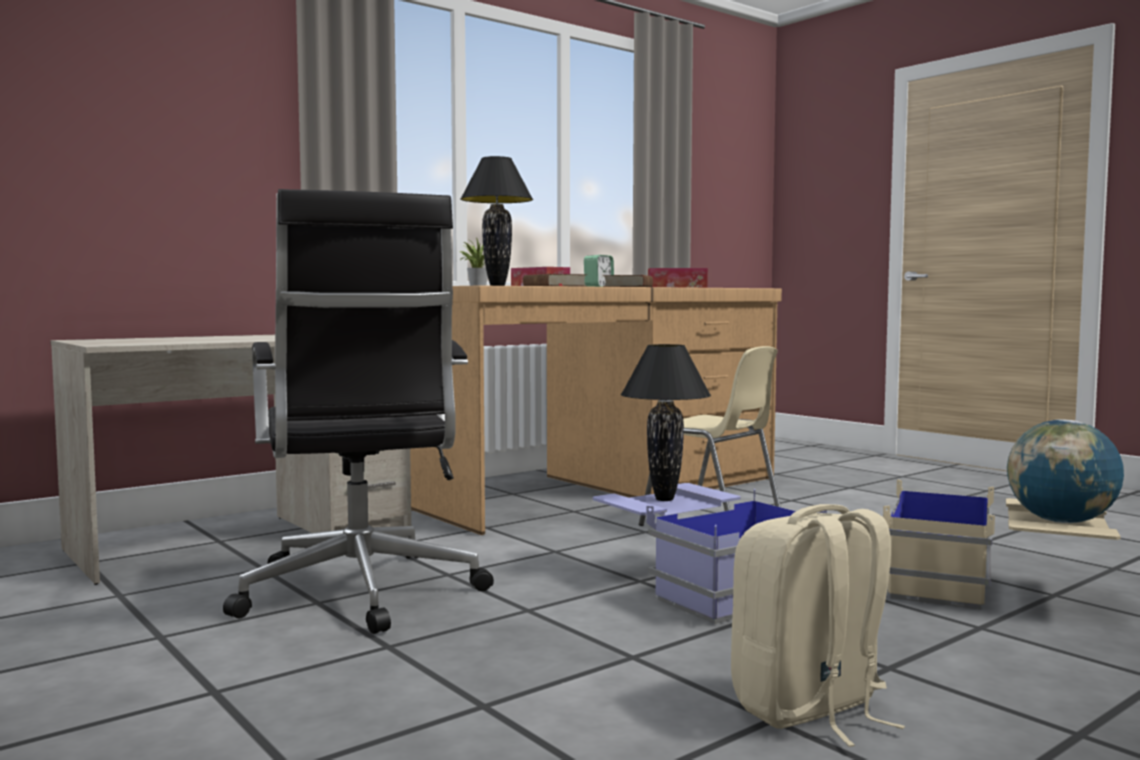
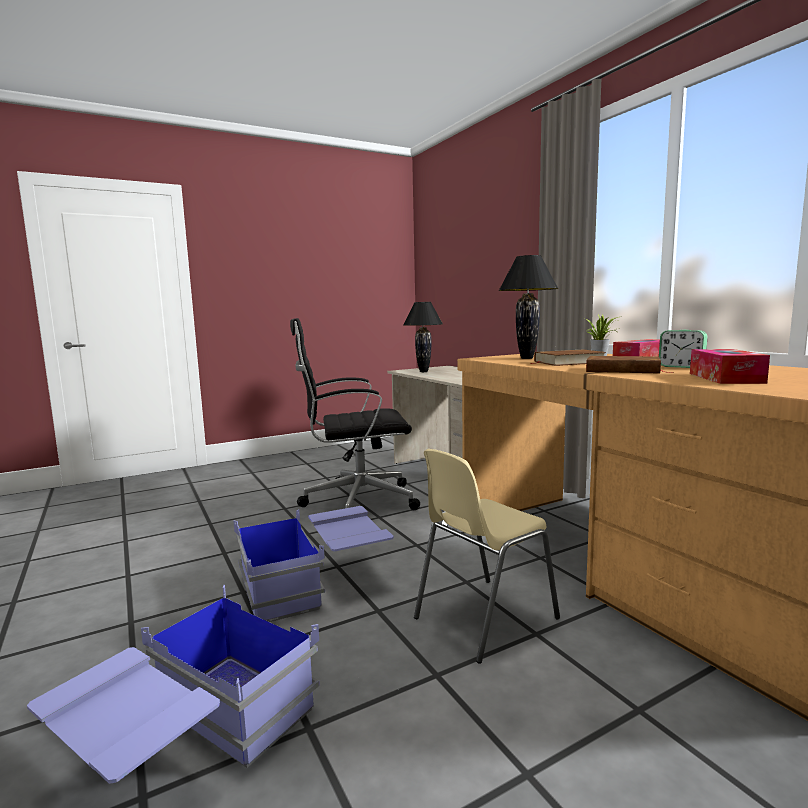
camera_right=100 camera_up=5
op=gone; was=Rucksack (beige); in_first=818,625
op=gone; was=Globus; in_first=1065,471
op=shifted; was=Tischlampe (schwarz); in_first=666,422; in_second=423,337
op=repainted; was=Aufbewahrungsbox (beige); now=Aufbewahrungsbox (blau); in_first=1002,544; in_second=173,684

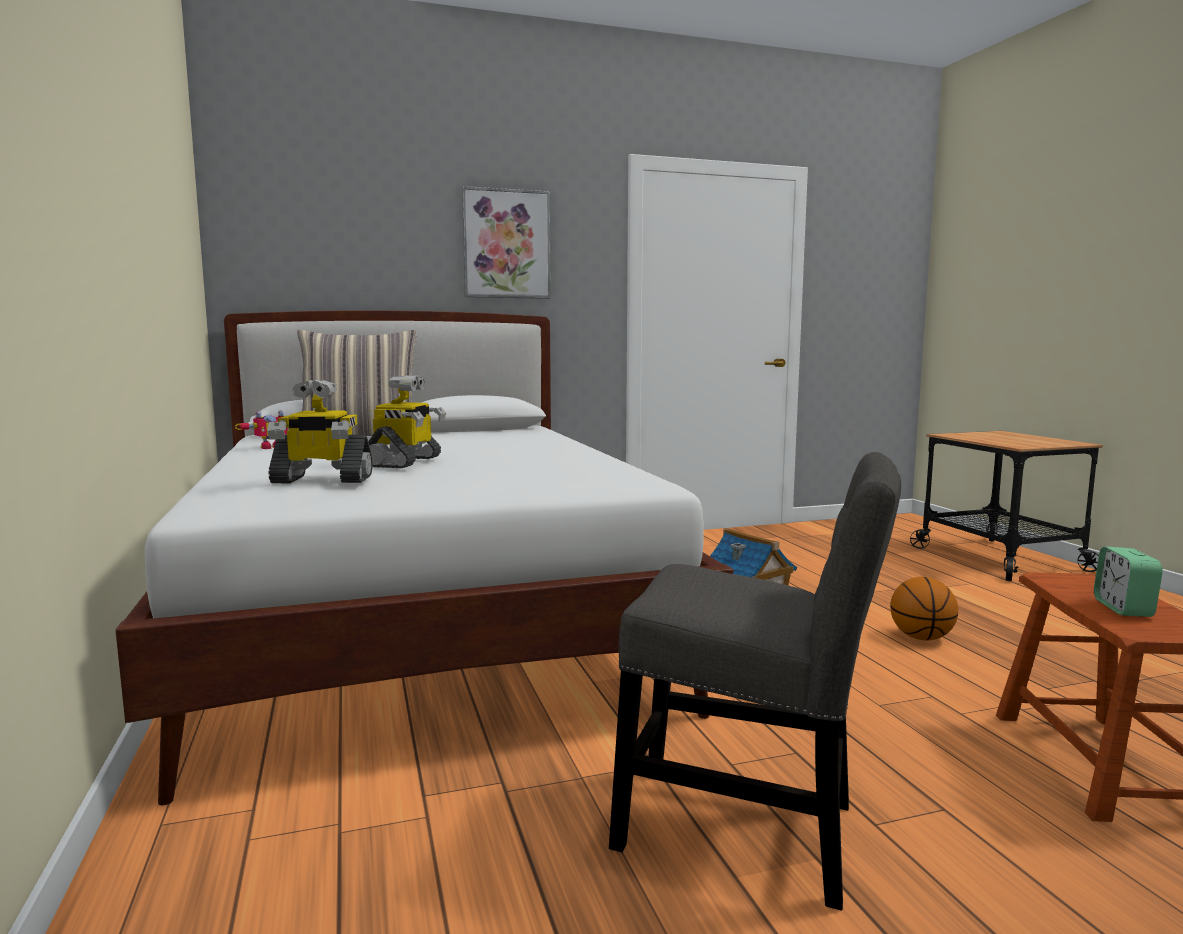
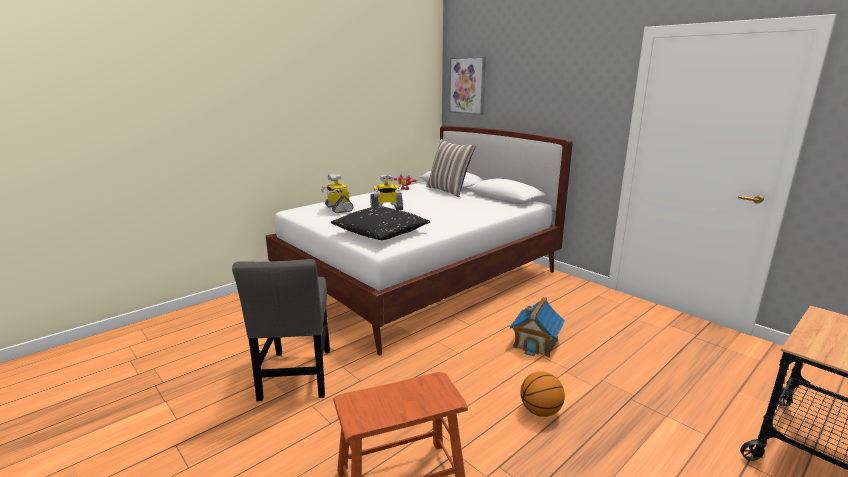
camera_right=65 camera_up=10
op=gone; was=Wecker; in_first=1128,582
op=new; now=Kissen (schwarz); in_second=380,223
op=shifted; was=Bild; in_first=506,242; in_second=467,86

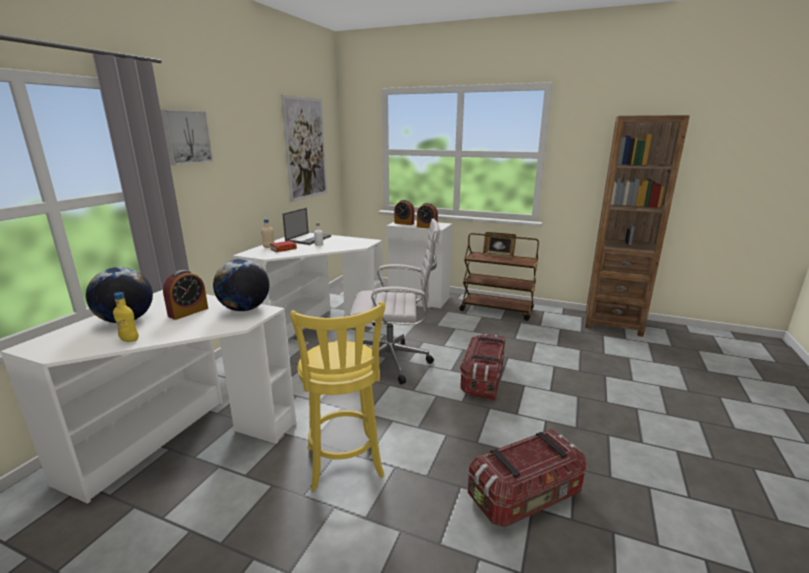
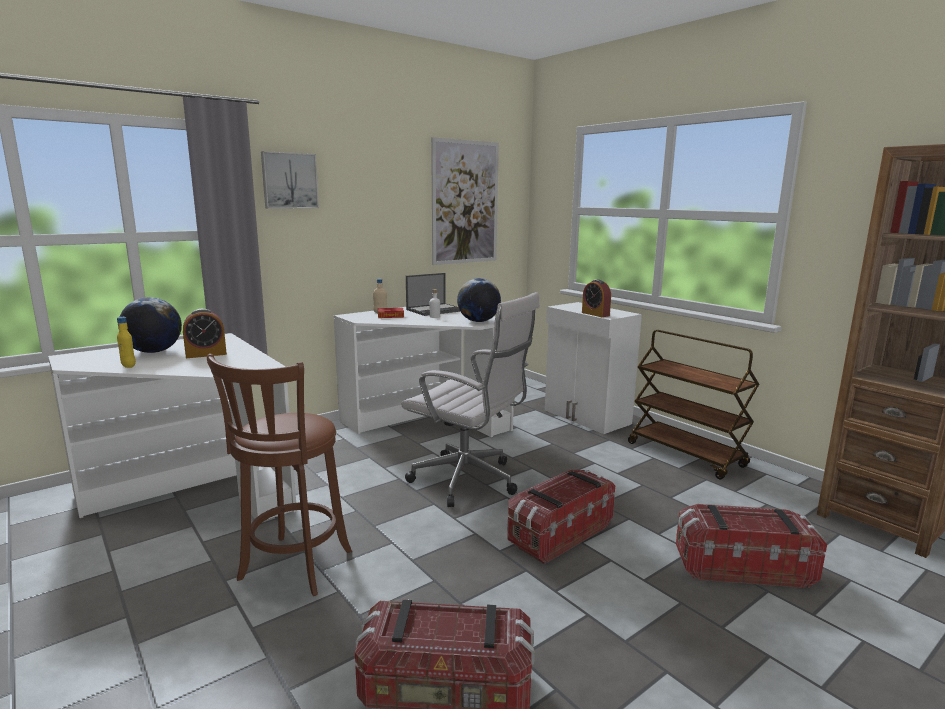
camera_right=30 camera_up=-5
op=gone; was=Wecker; in_first=404,212
op=gone; was=Bilderrahmen; in_first=499,245
op=new; now=Aufbewahrungsbox; in_second=751,546
op=shifted; was=Globus; in_first=241,285; in_second=479,300
op=repainted; was=Hocker (gelb); now=Hocker (braun); in_first=337,397; in_second=279,475

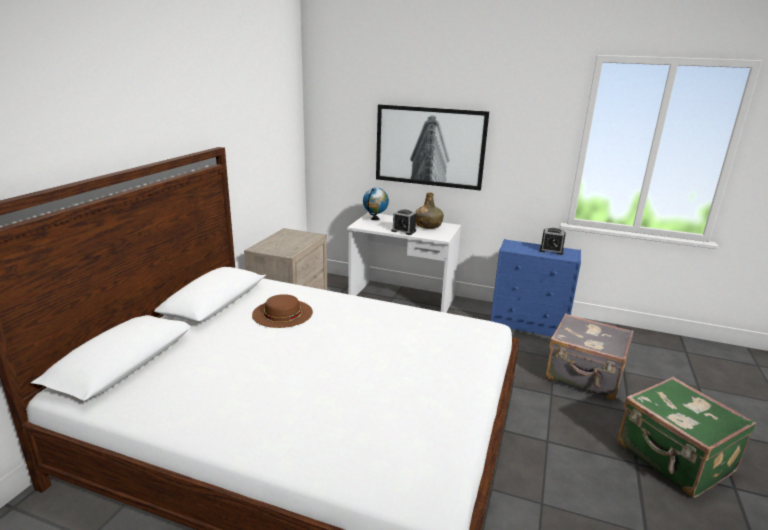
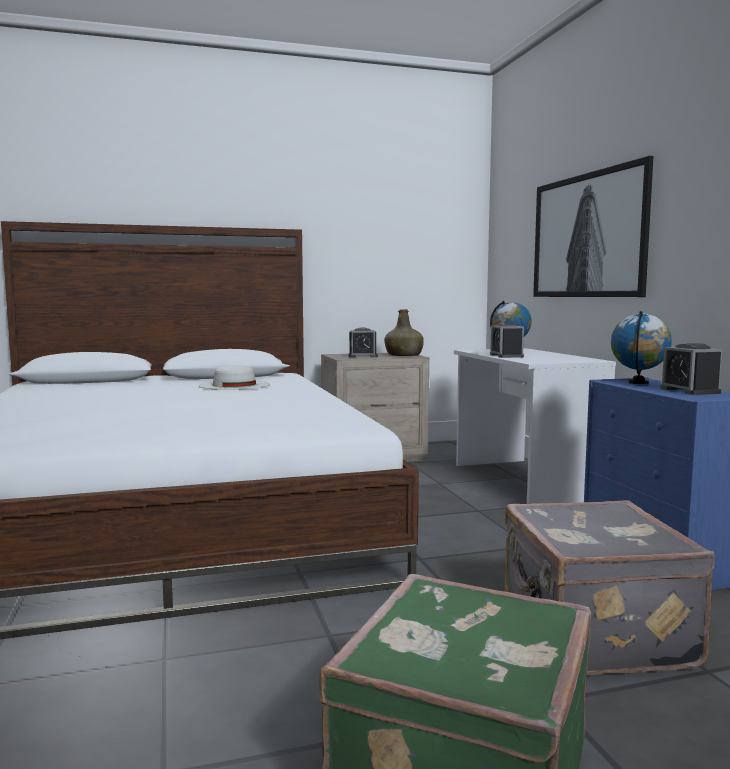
camera_right=55 camera_up=-15
op=new; now=Wecker; in_second=363,342
op=new; now=Globus; in_second=641,347
op=shifted; was=Flasche (grün); in_first=429,211; in_second=404,332
op=repainted; was=Hut (braun); now=Hut (weiß); in_first=282,311; in_second=234,377

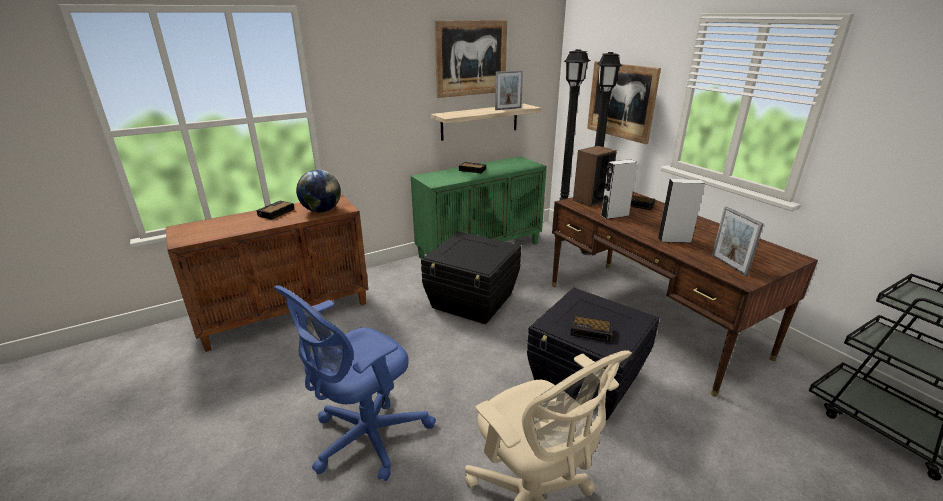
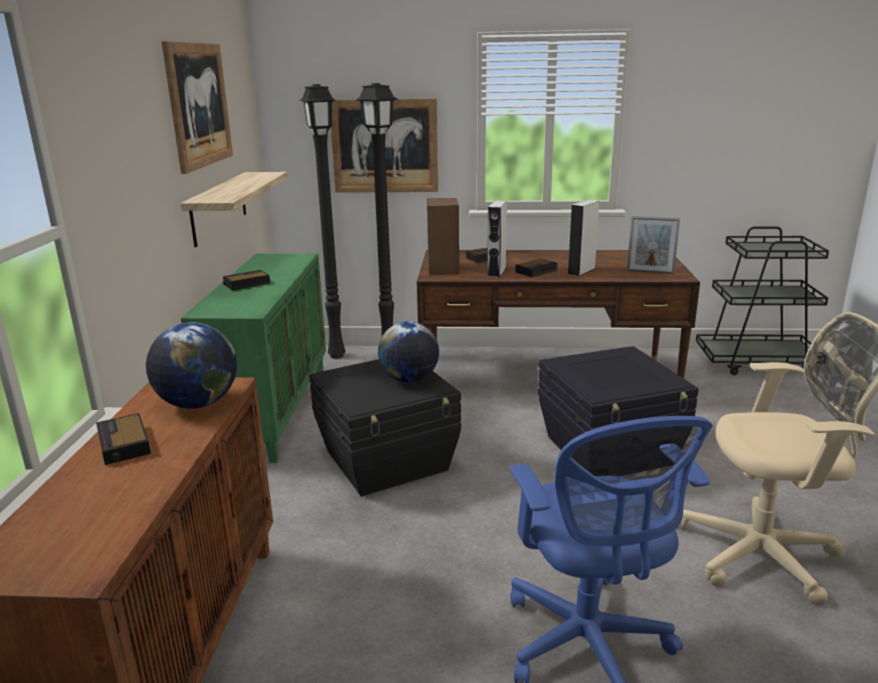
camera_right=-55 camera_up=-5
op=gone; was=Bilderrahmen; in_first=509,90
op=new; now=Globus; in_second=408,352
op=shifted; was=Wecker; in_first=592,329; in_second=536,267

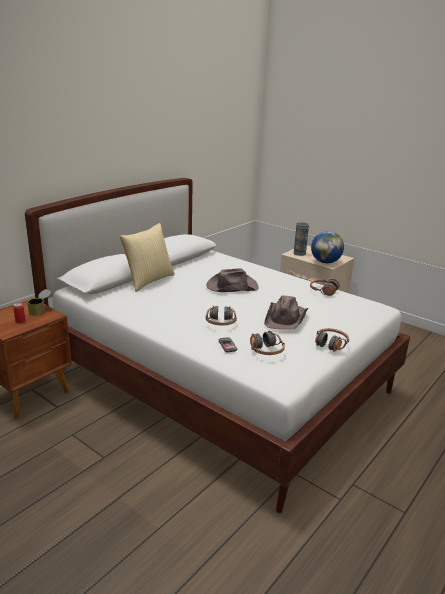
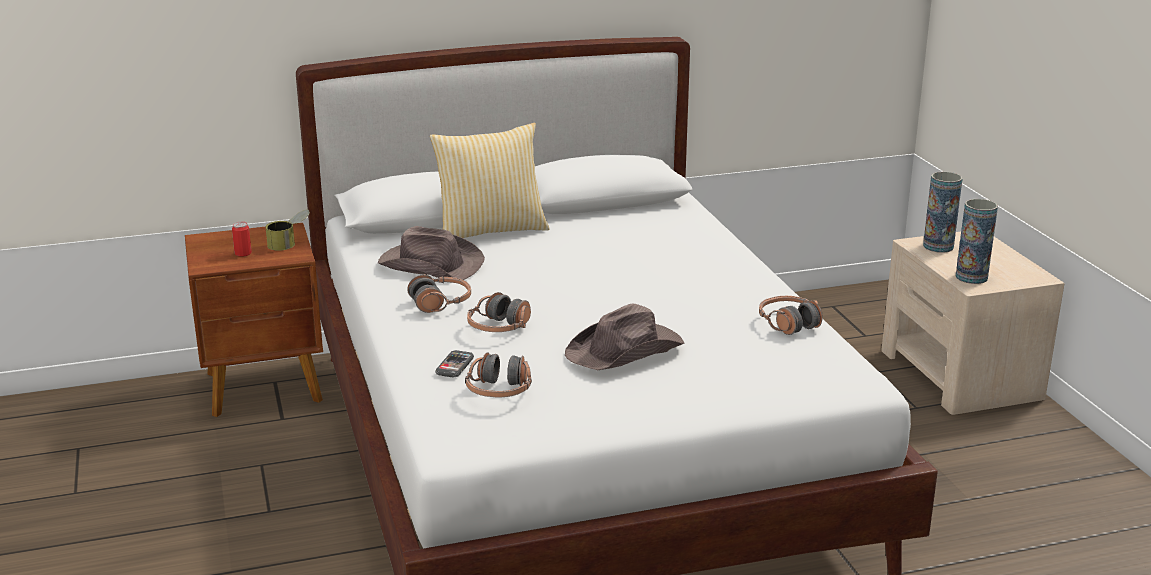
camera_right=35 camera_up=0
op=shifted; was=Hut (braun); in_first=232,280; in_second=431,253
op=shifted; was=Kopfhörer; in_first=332,340; in_second=439,293
op=swapped; was=Globus; now=Vase; in_first=327,247; in_second=977,241

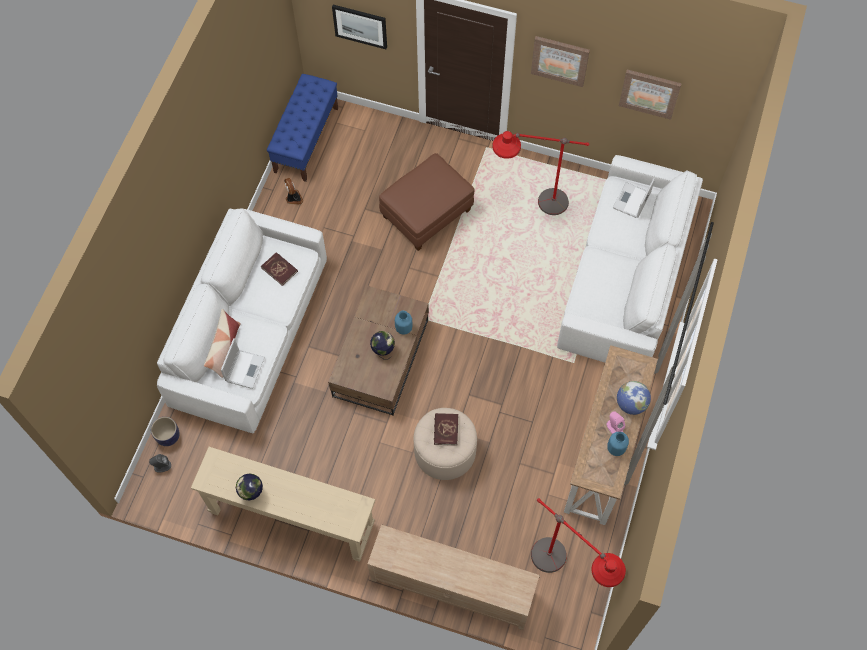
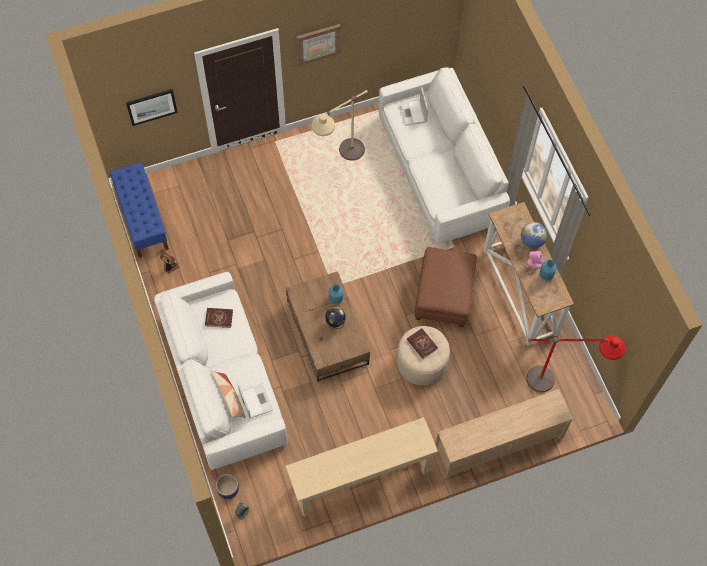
camera_right=-40 camera_up=0
op=gone; was=Globus; in_first=249,487
op=gone; was=Bild; in_first=650,95
op=shifted; was=Polsterhocker (braun); in_first=427,202; in_second=445,287
op=repainted; was=Stehlampe (rot); now=Stehlampe (beige); in_first=540,173; in_second=339,125

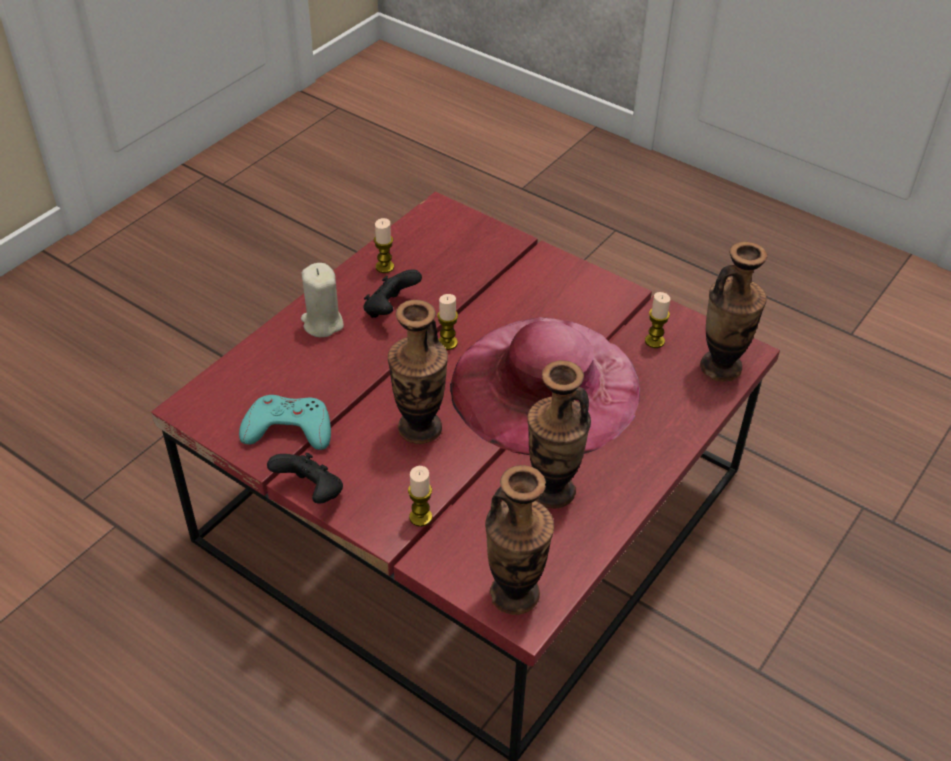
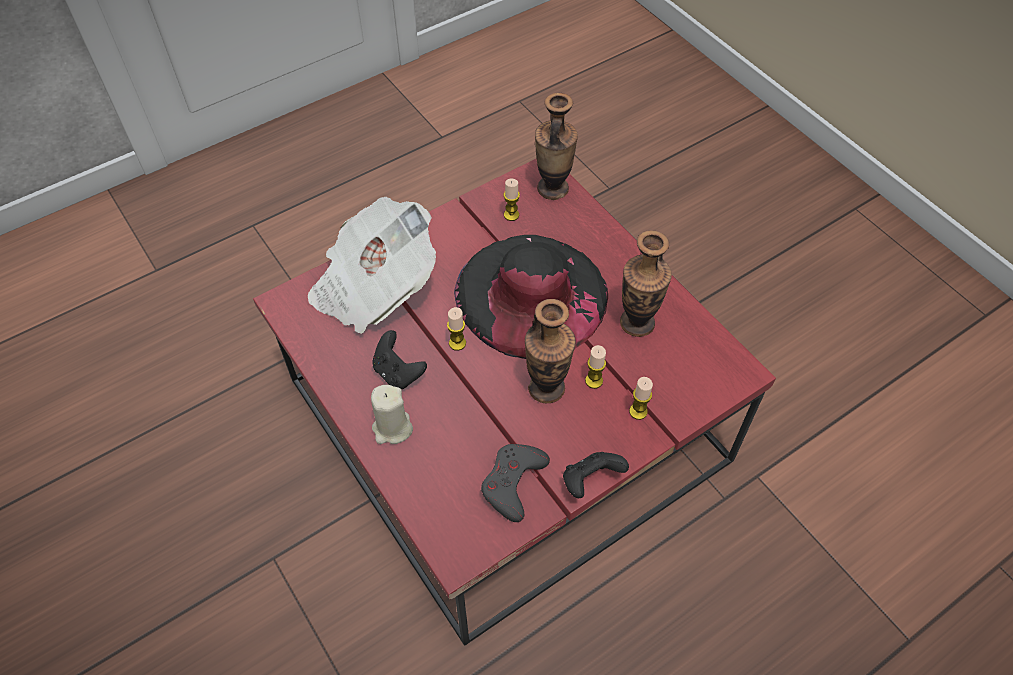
camera_right=-70 camera_up=10
op=gone; was=Vase; in_first=519,540
op=new; now=Zeitung; in_second=372,265
op=shifted; was=Kerze; in_first=384,245; in_second=595,367
op=repainted; was=Gamepad (türkis); now=Gamepad (grau); in_first=285,422; in_second=515,483
op=repainted; was=Hut (rosa); now=Hut (schwarz); in_first=545,386; in_second=531,297

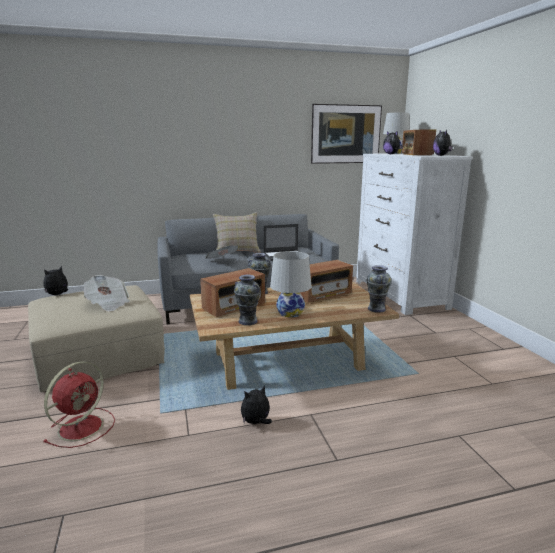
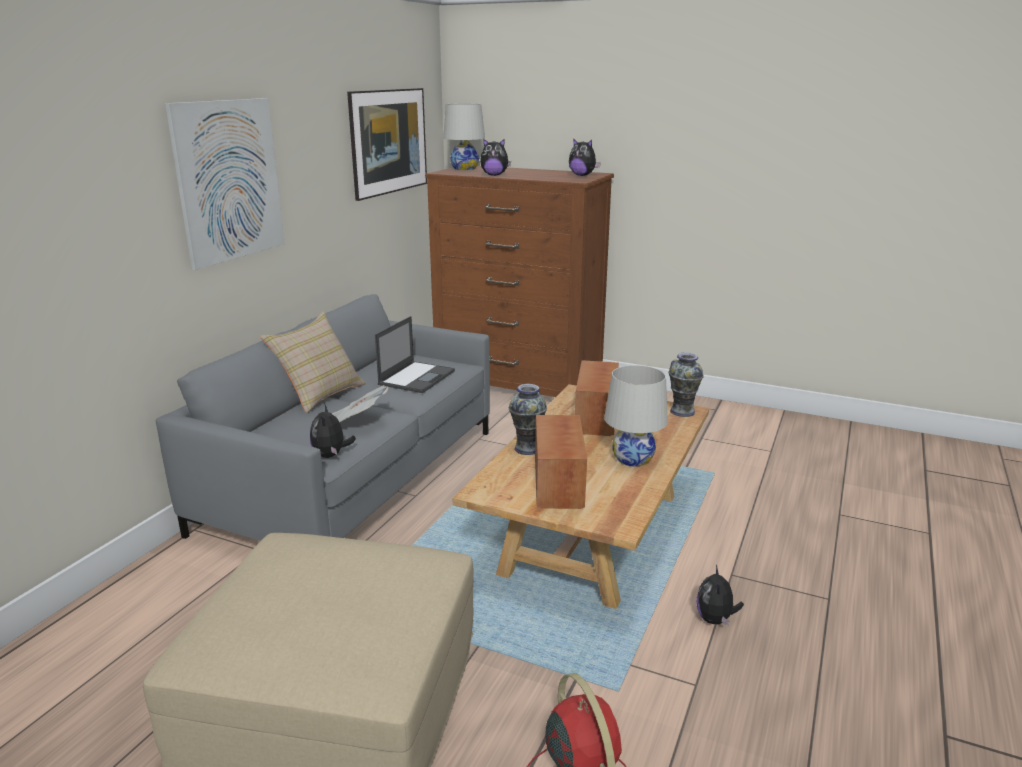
camera_right=-50 camera_up=5
op=gone; was=Zeitung; in_first=106,293
op=gone; was=Vase; in_first=247,300
op=gone; was=Radio; in_first=419,142
op=new; now=Bild; in_second=225,184
op=shifted; was=Plüschtier; in_first=56,280; in_second=333,431
op=repainted; was=Kommode (weiß); now=Kommode (braun); in_first=414,234; in_second=519,281

